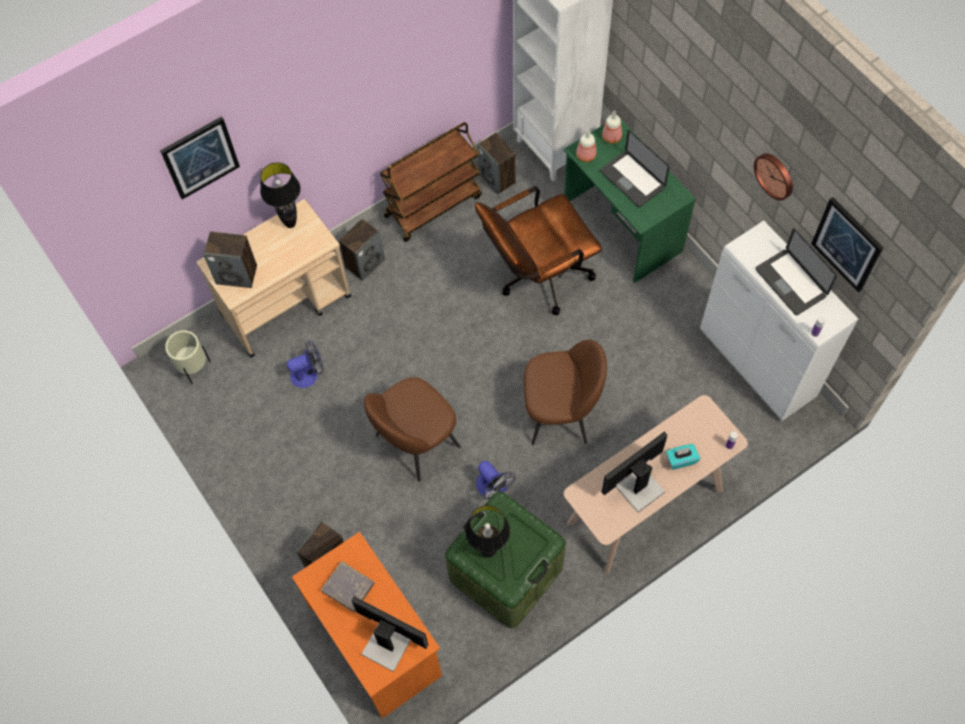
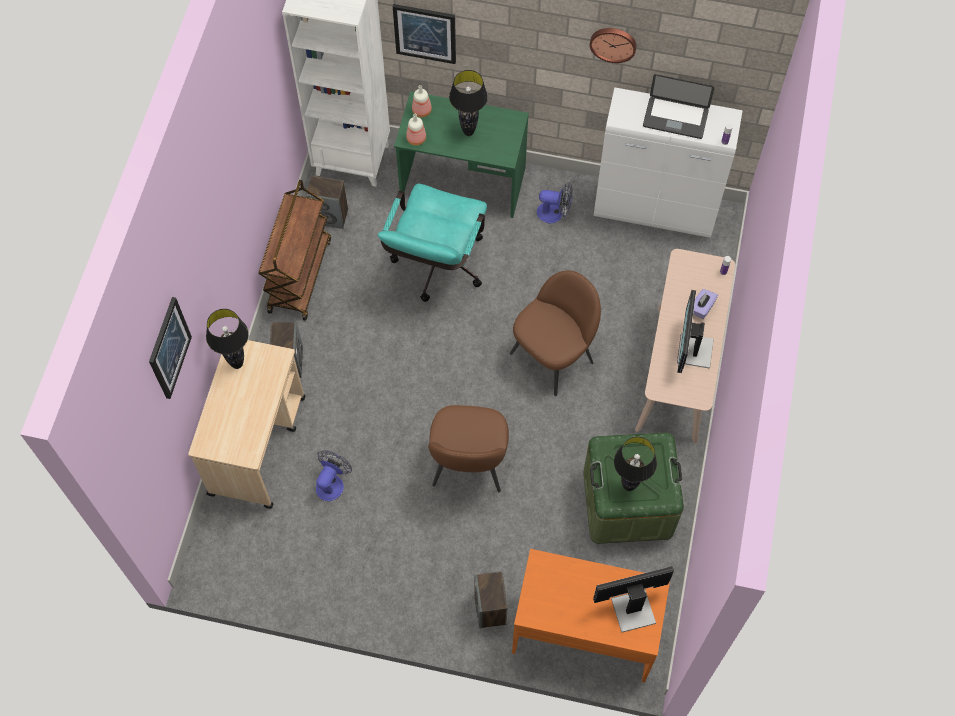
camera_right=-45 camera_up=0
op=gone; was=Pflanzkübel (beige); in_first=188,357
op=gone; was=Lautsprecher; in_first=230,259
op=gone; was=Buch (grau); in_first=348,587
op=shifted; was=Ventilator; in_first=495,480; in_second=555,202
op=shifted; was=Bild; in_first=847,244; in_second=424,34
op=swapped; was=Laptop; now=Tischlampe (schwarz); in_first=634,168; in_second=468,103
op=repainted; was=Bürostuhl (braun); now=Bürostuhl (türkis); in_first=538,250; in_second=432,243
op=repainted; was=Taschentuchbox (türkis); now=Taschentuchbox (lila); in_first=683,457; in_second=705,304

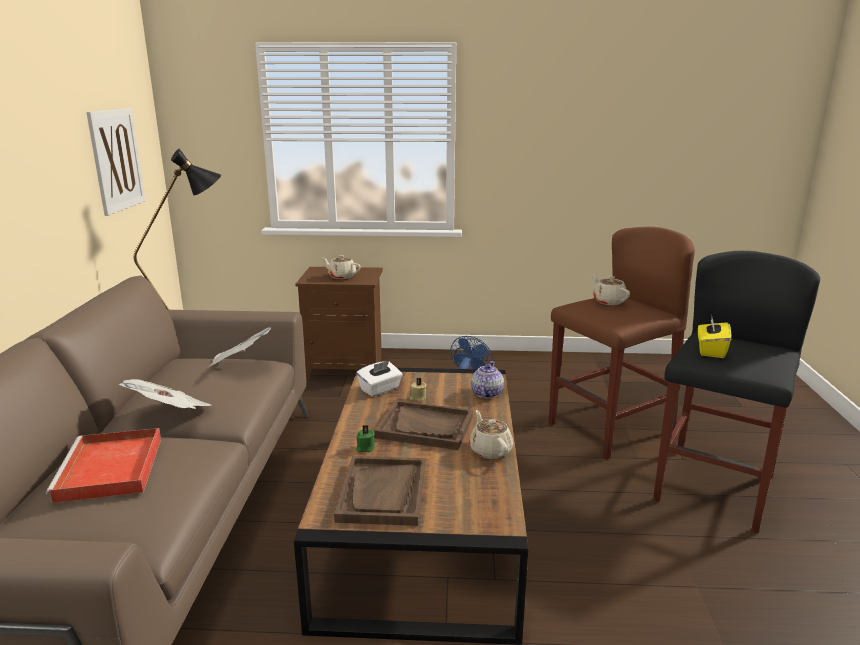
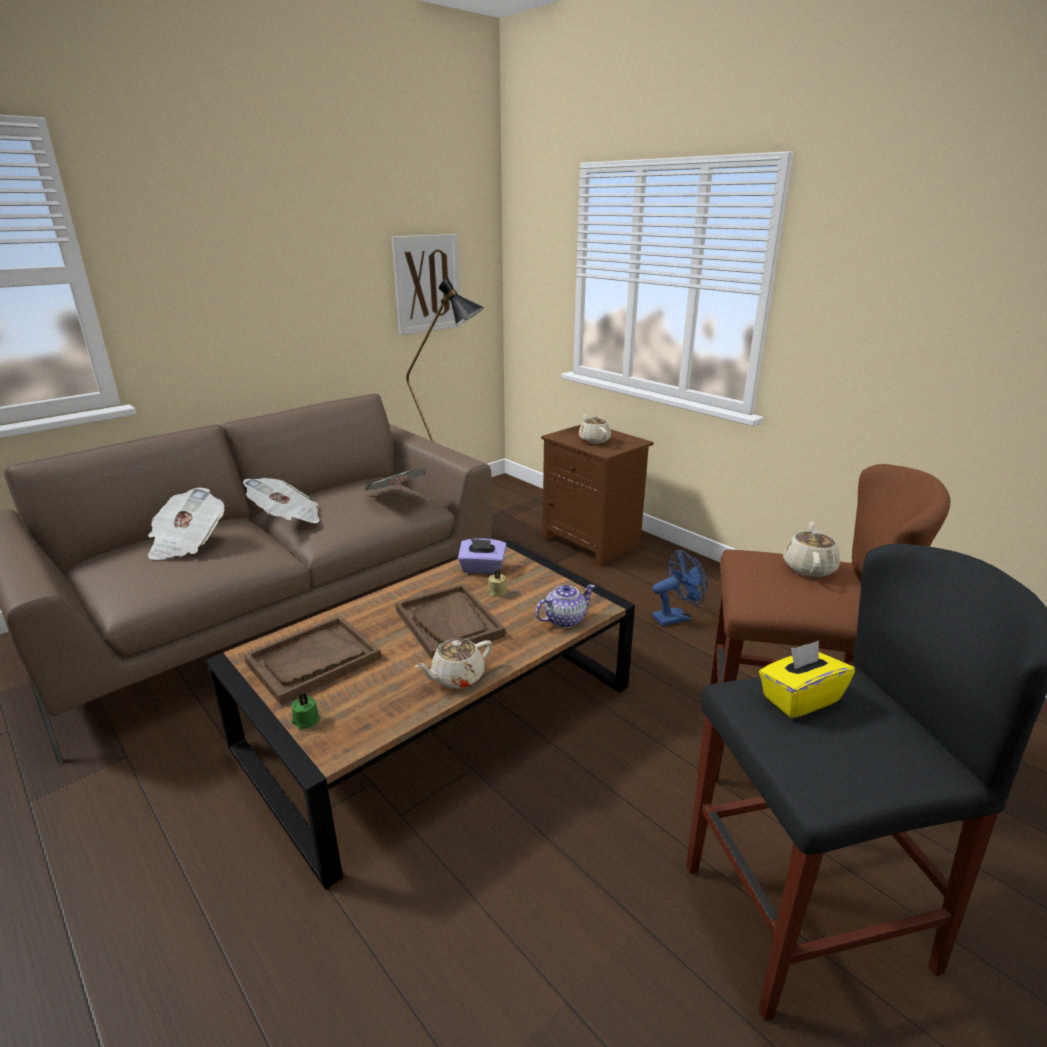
camera_right=45 camera_up=5
op=shifted; was=Kerze (grün); in_first=365,438; in_second=305,711
op=swapped; was=Tablett (rot); now=Zeitung; in_first=103,465; in_second=186,524
op=repainted; was=Taschentuchbox (weiß); now=Taschentuchbox (lila); in_first=379,379; in_second=482,556
op=rotated; was=Teekanne (beige); in_first=491,434; in_second=453,663; clockwise=-150

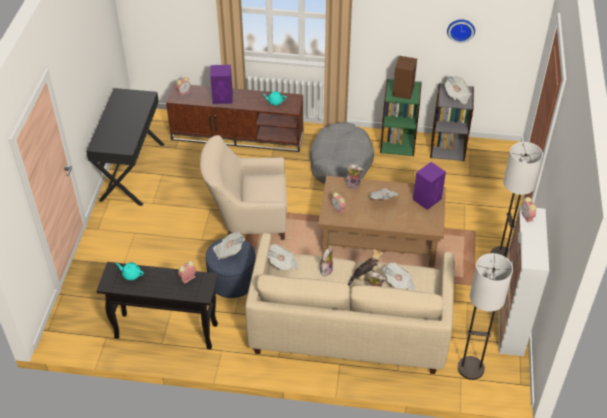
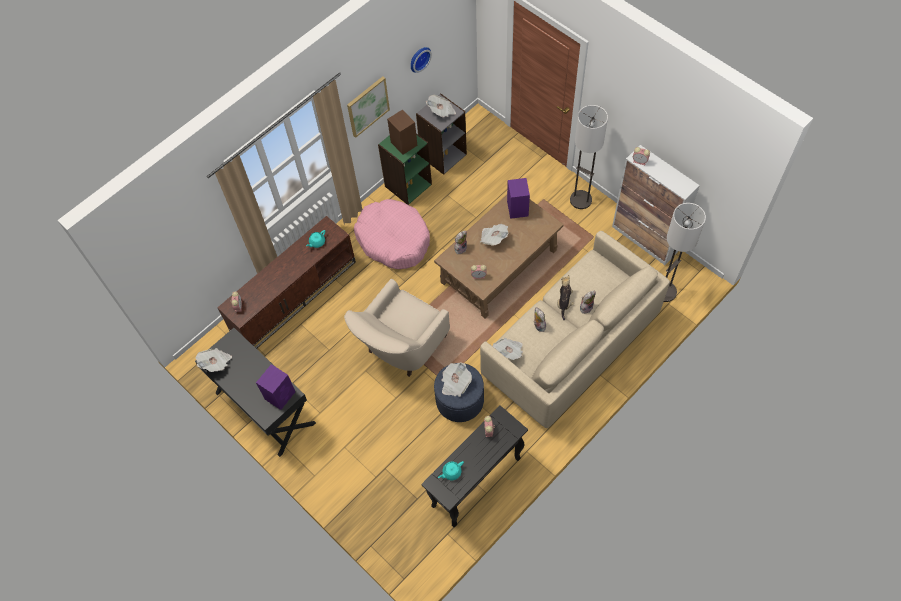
camera_right=-50 camera_up=15
op=new; now=Bild; in_second=368,107
op=shifted; was=Lautsprecher (lila); in_first=221,84; in_second=275,387
op=shifted; was=Zeitung; in_first=399,277; in_second=214,360
op=repainted; was=Hundebett (grau); now=Hundebett (rosa); in_first=342,152; in_second=392,234

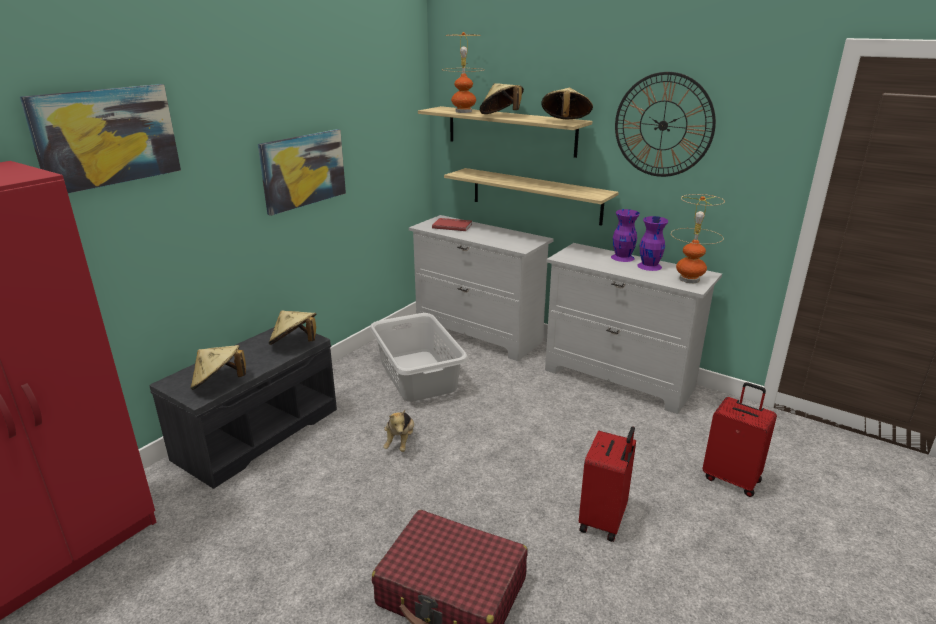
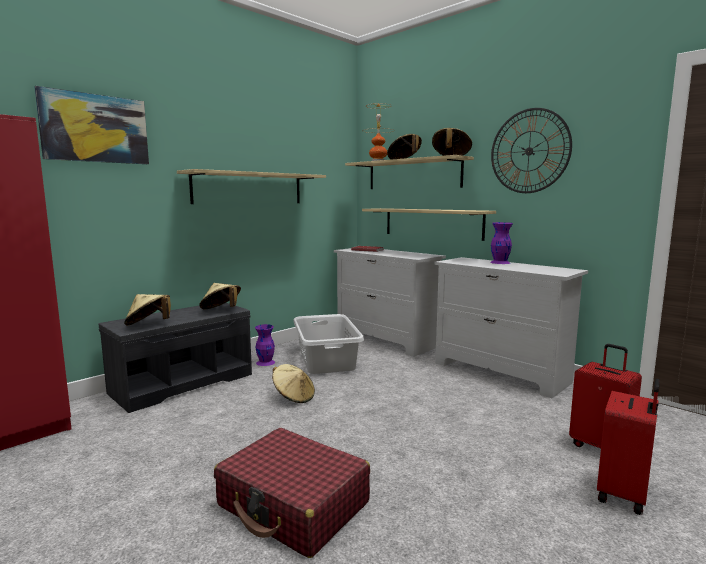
camera_right=10 camera_up=-15
op=gone; was=Tischlampe; in_first=698,238
op=shifted; was=Koffer (rot); in_first=607,484; in_second=628,447
op=shifted; was=Vase (lila); in_first=652,243; in_second=265,345
op=swapped; was=Bild; now=Wandregal; in_first=302,172; in_second=251,186
op=swapped; was=Plüschtier; now=Hut (beige); in_first=398,431; in_second=293,383

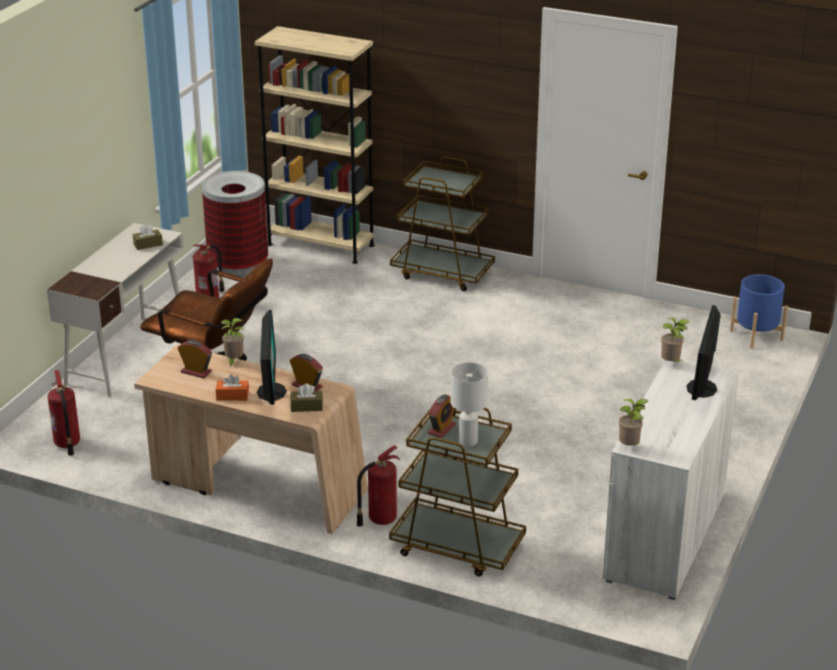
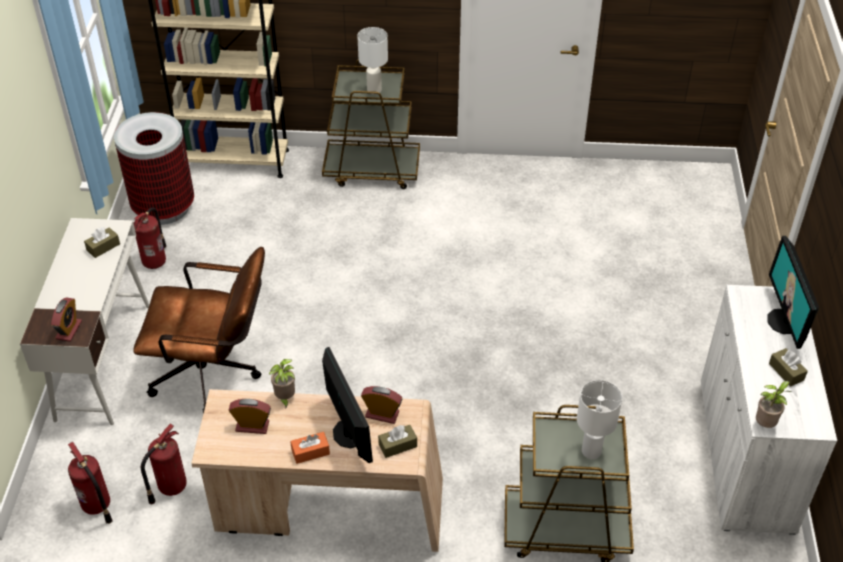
camera_right=-20 camera_up=15
op=gone; was=Topfpflanze; in_first=675,340
op=gone; was=Pflanzkübel (blau); in_first=759,311
op=new; now=Tischlampe (weiß); in_second=372,60
op=new; now=Taschentuchbox (braun); in_second=788,367
op=shifted; was=Feuerlöscher; in_first=378,486; in_second=164,463
op=shifted; was=Wecker; in_first=442,416; in_second=66,320

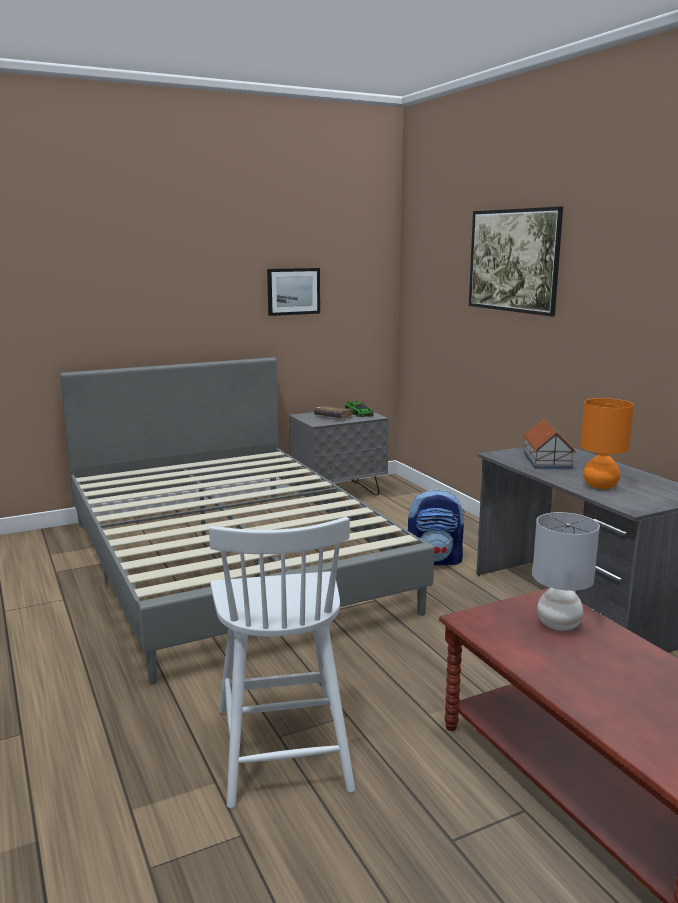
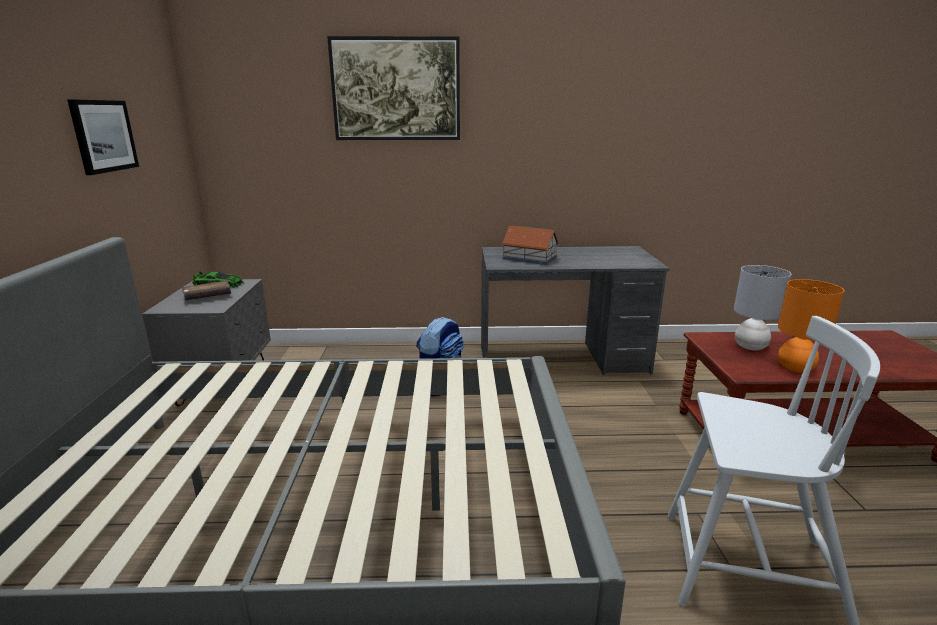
camera_right=-65 camera_up=5
op=shifted; was=Tischlampe (orange); in_first=607,443; in_second=811,325

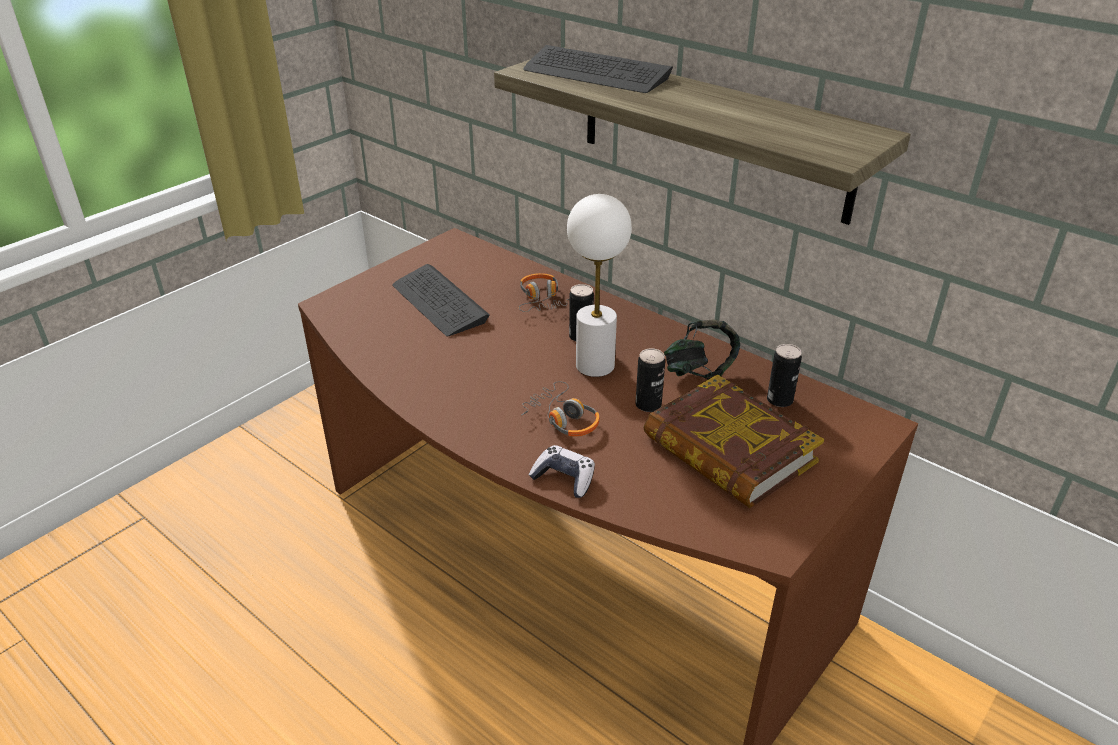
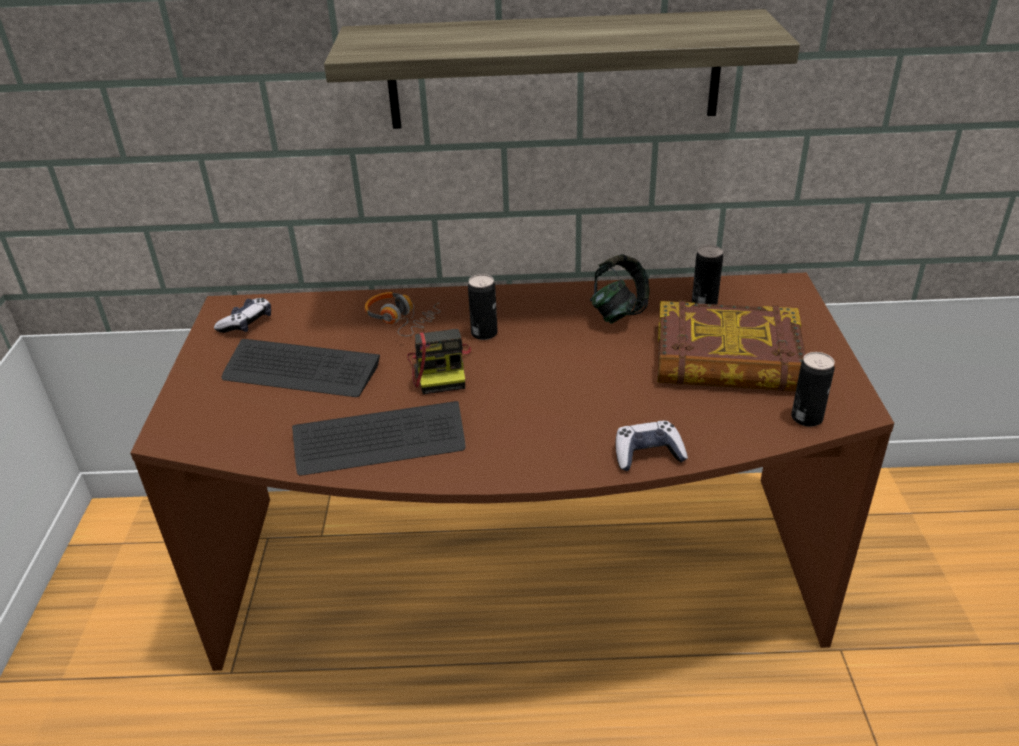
camera_right=-40 camera_up=0
op=gone; was=Kopfhörer; in_first=560,409
op=gone; was=Tischlampe (weiß); in_first=599,285
op=new; now=Gamepad; in_second=242,315
op=new; now=Kamera; in_second=439,362
op=shifted; was=Tastatur; in_first=598,69; in_second=379,438
op=shifted; was=Dose; in_first=650,380; in_second=813,389

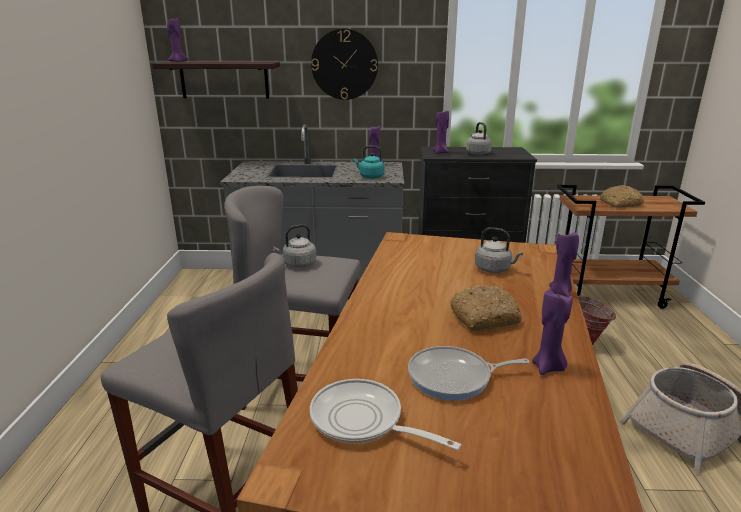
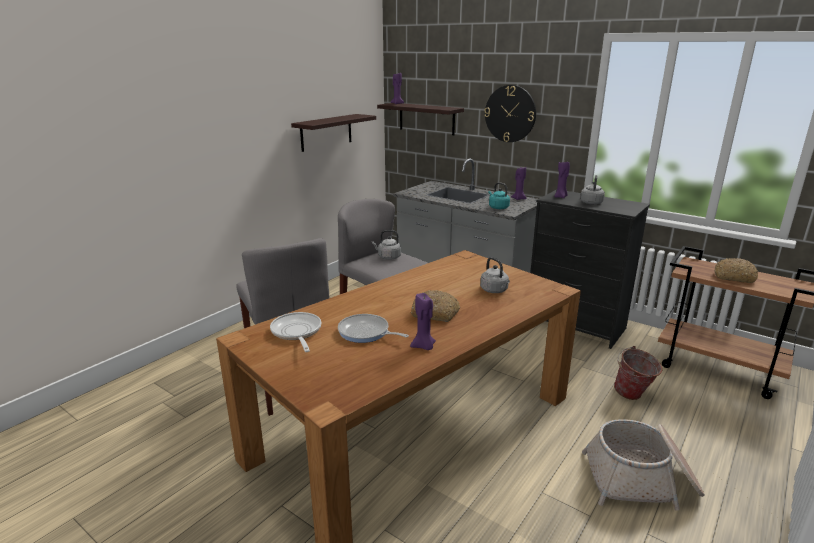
camera_right=35 camera_up=0
op=gone; was=Kerze (lila); in_first=564,263
op=new; now=Wandregal; in_second=333,133

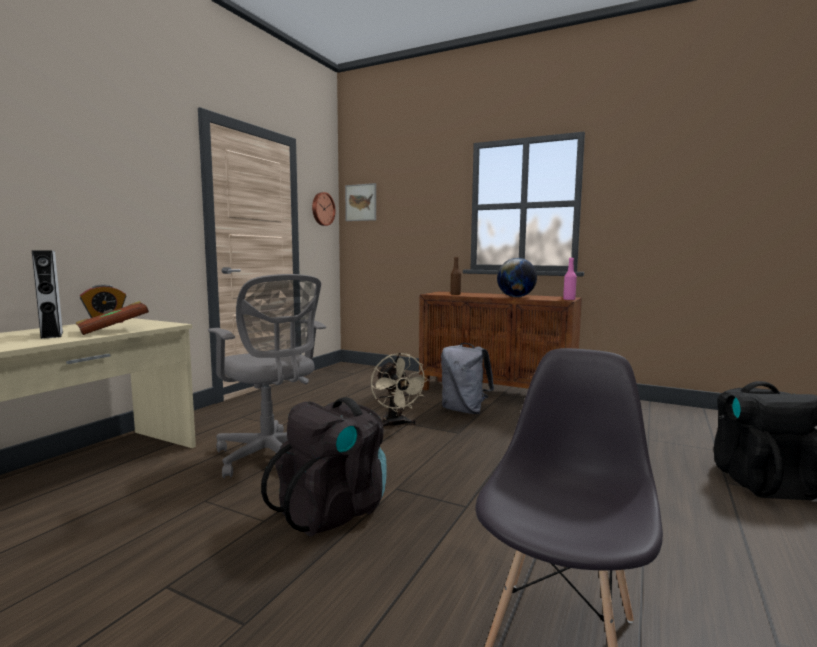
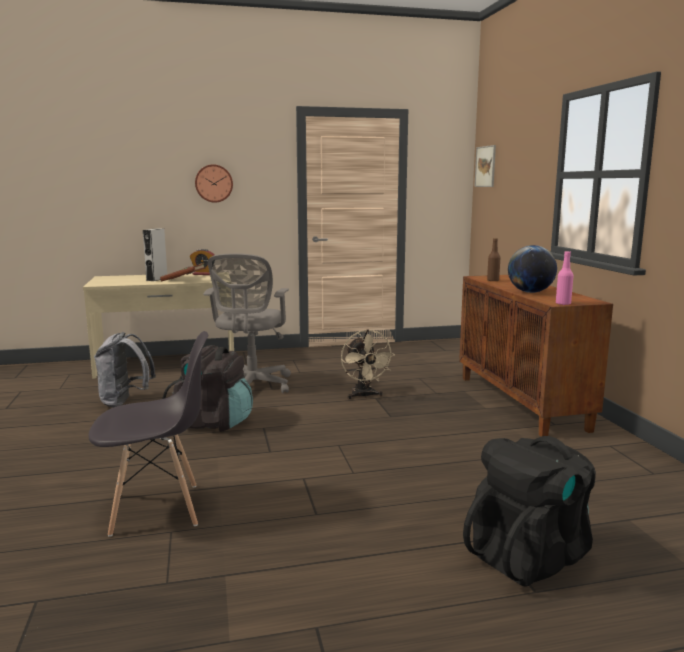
camera_right=50 camera_up=5
op=shifted; was=Wanduhr; in_first=323,209; in_second=214,183
op=shifted; was=Rucksack (grau); in_first=467,378; in_second=125,369
op=rotated; was=Ventilator (beige); in_first=400,390; in_second=368,364; clockwise=-45

